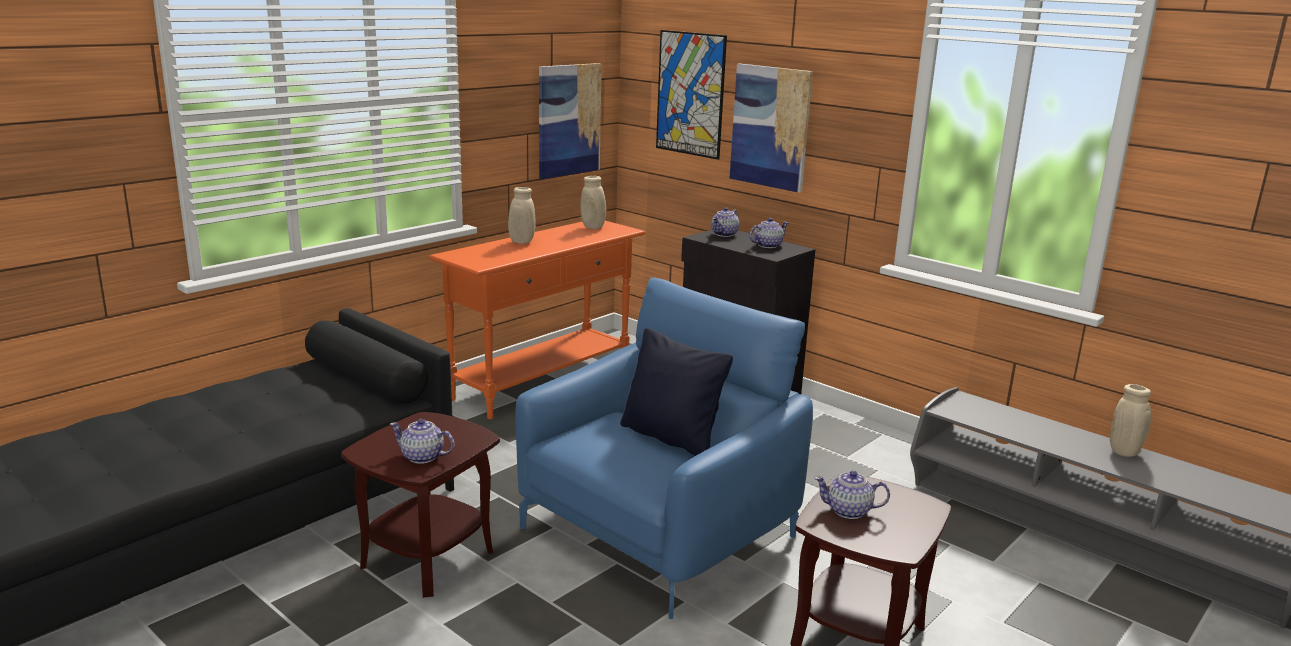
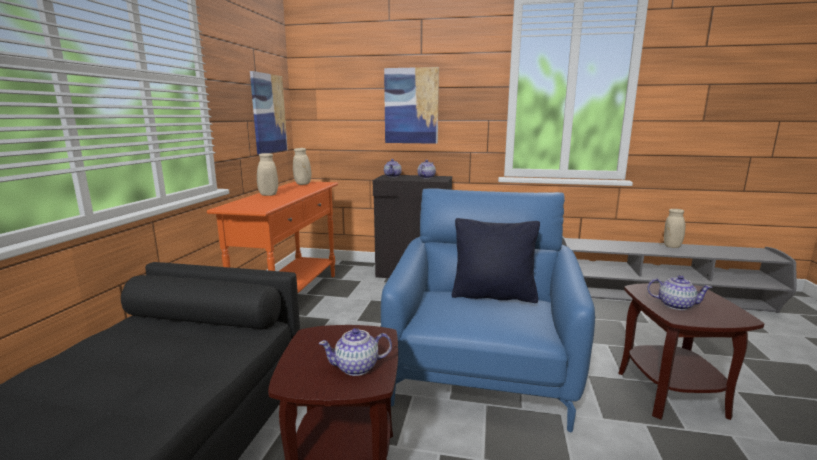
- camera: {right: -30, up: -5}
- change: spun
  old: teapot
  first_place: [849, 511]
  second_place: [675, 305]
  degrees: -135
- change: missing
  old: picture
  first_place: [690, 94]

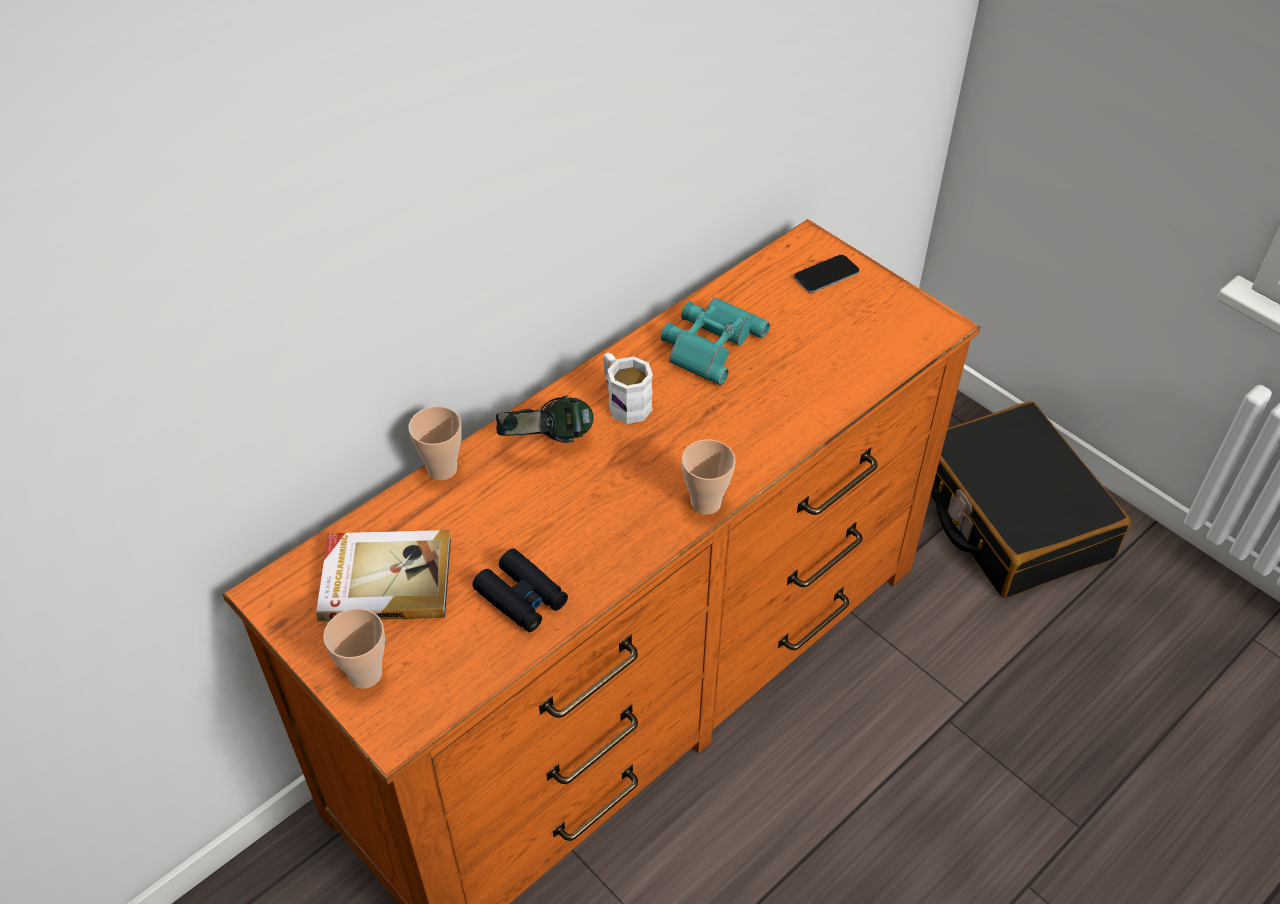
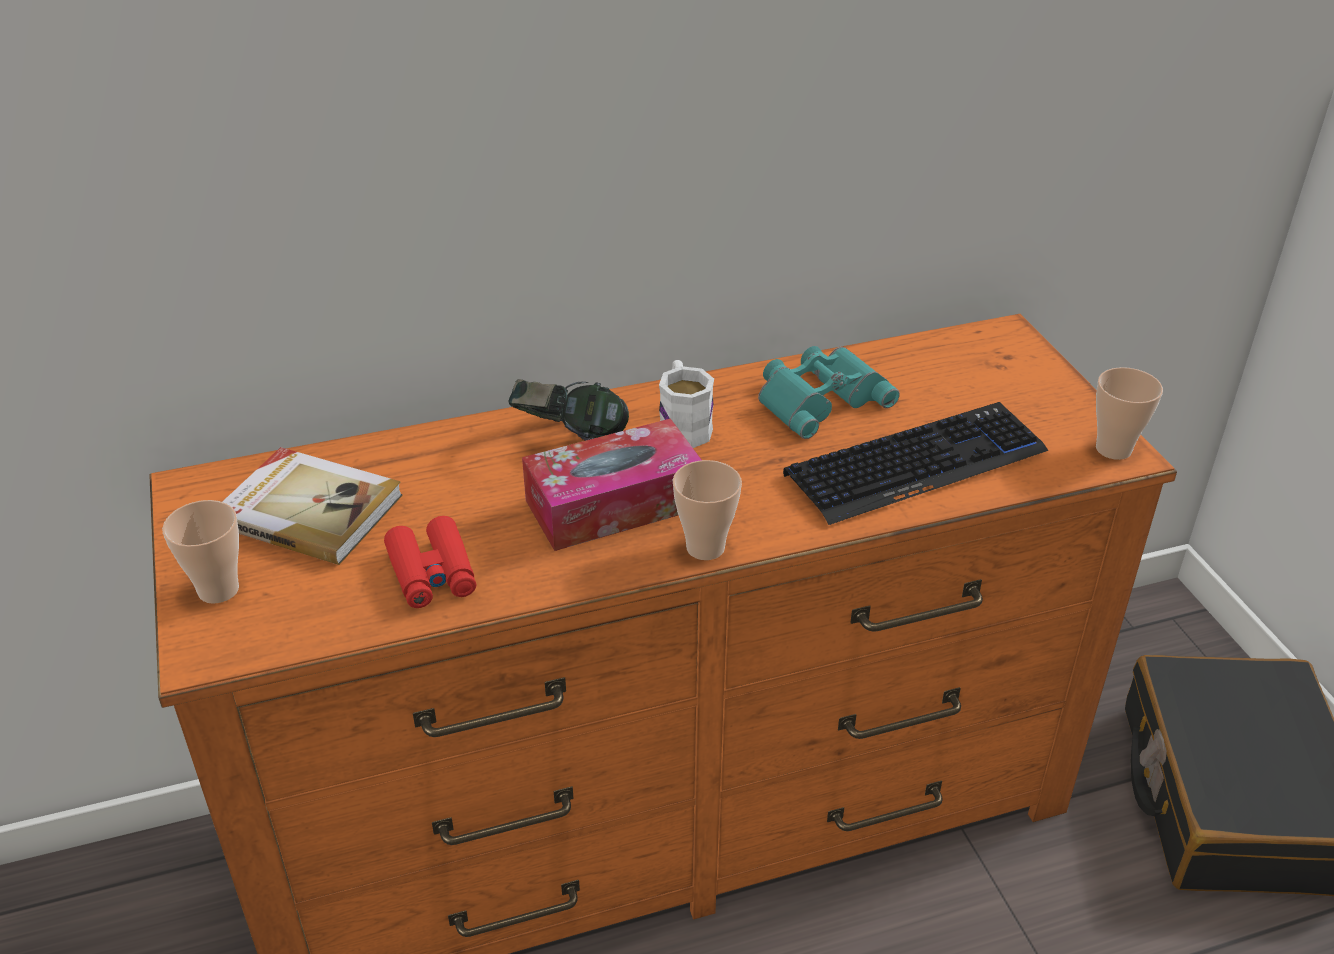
- camera: {right: 25, up: -10}
- change: colour
  old: black binoculars
  new: red binoculars
  first_place: [521, 598]
  second_place: [432, 573]
- change: appeared
  new: tissue box
  second_place: [614, 504]
- change: appeared
  new: keyboard
  second_place: [916, 464]
- change: relocated
  old: cup
  first_place: [442, 469]
  second_place: [1113, 449]
- change: missing
  old: phone
  first_place: [826, 275]

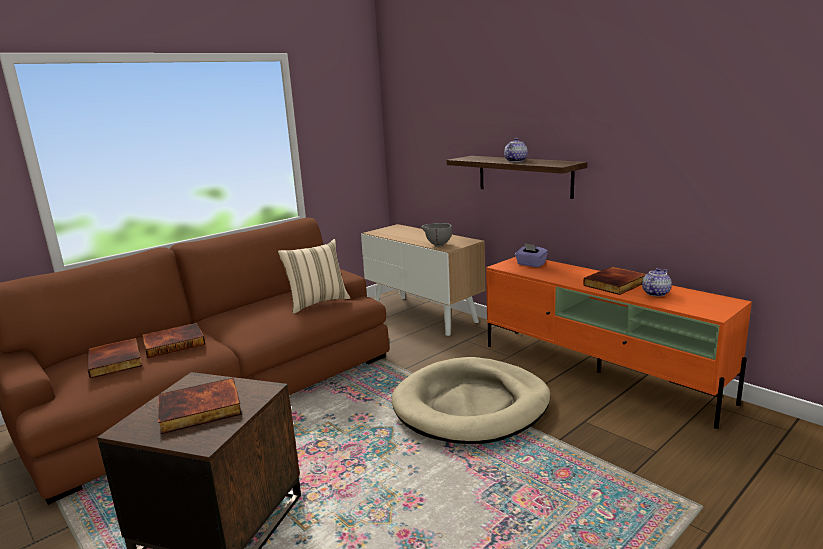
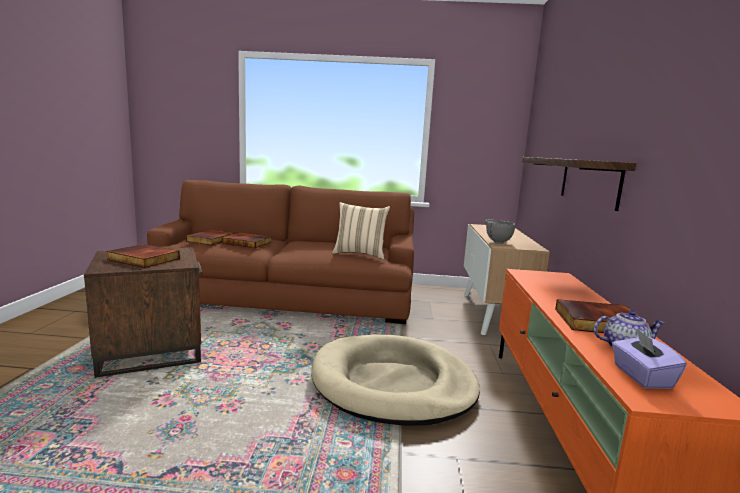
- camera: {right: 45, up: -5}
- change: relocated
  old: purple tissue box
  first_place: [530, 264]
  second_place: [641, 377]
- change: missing
  old: teapot
  first_place: [515, 161]

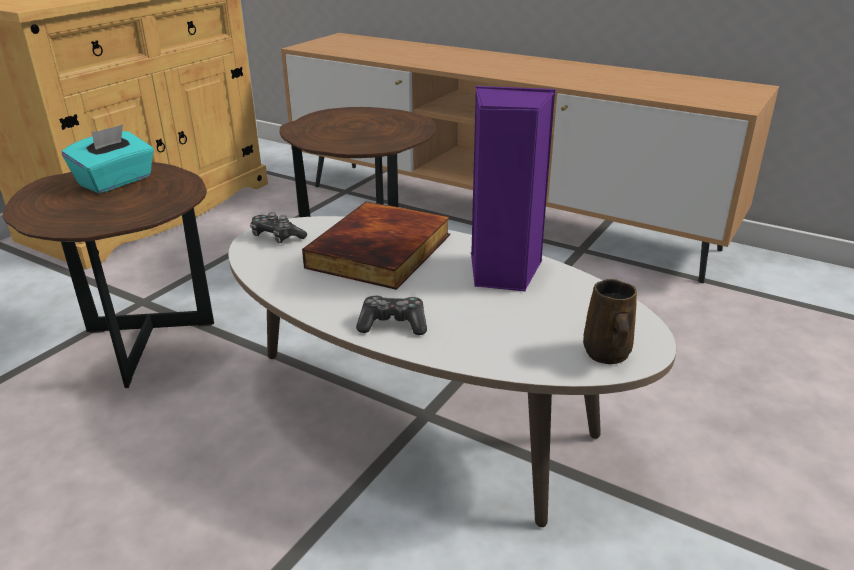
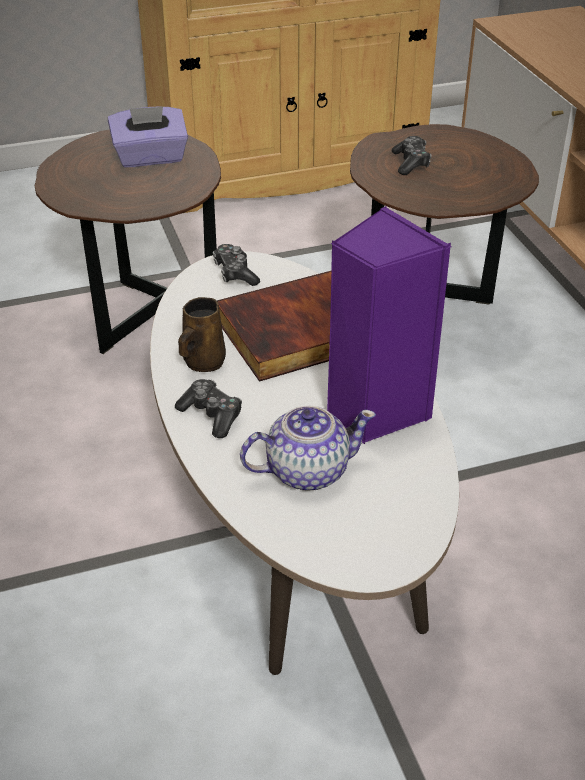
- camera: {right: 40, up: 10}
- change: colour
  old: turquoise tissue box
  new: purple tissue box
  first_place: [116, 182]
  second_place: [150, 158]
- change: relocated
  old: brown mug
  first_place: [607, 354]
  second_place: [202, 362]
- change: appeared
  new: teapot
  second_place: [306, 471]
- change: appeared
  new: game controller
  second_place: [411, 163]

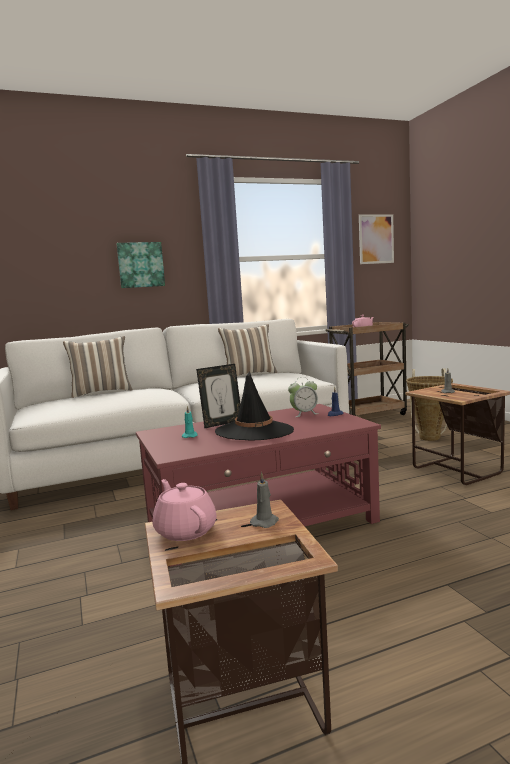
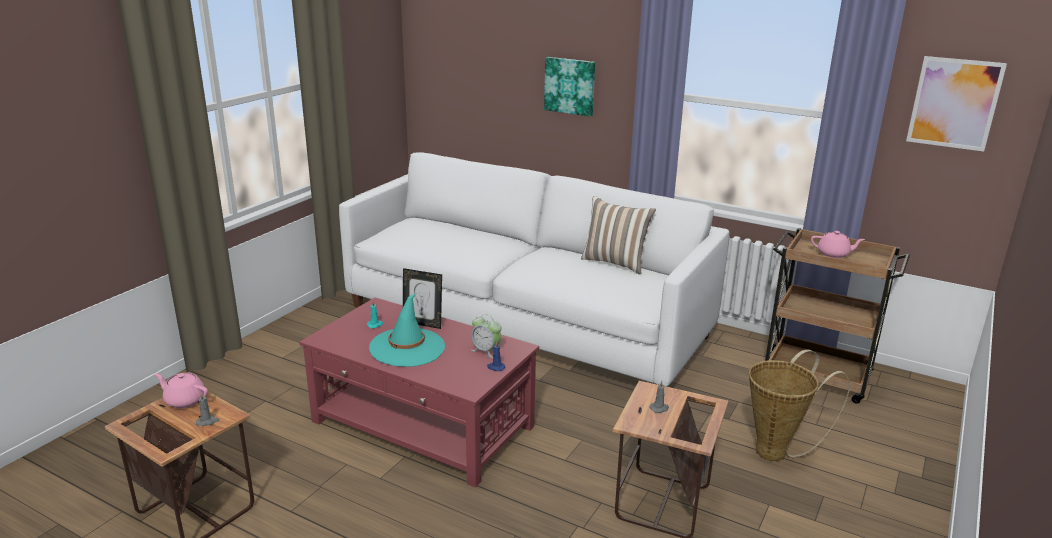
- camera: {right: 50, up: 15}
- change: spun
  old: pink teapot
  first_place: [185, 530]
  second_place: [184, 400]
  degrees: -90
- change: colour
  old: black hat
  new: turquoise hat
  first_place: [254, 431]
  second_place: [407, 347]
- change: missing
  old: pillow
  first_place: [101, 392]

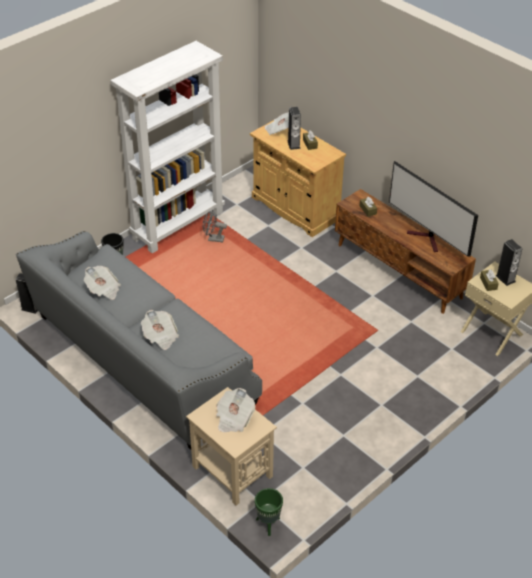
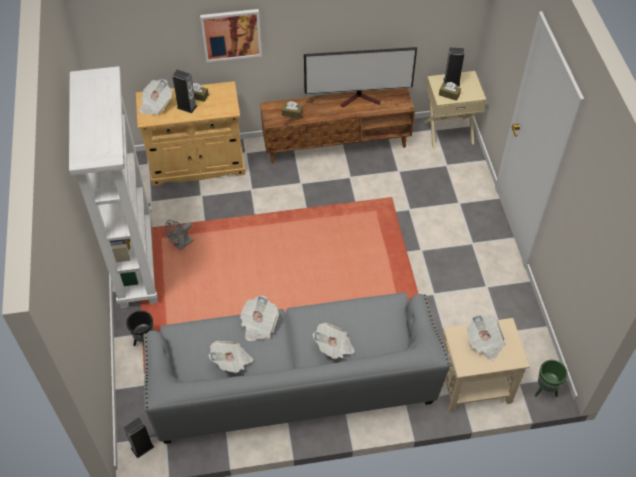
- camera: {right: -55, up: 10}
- change: appeared
  new: picture
  second_place: [231, 34]
- change: appeared
  new: newspaper
  second_place: [258, 325]

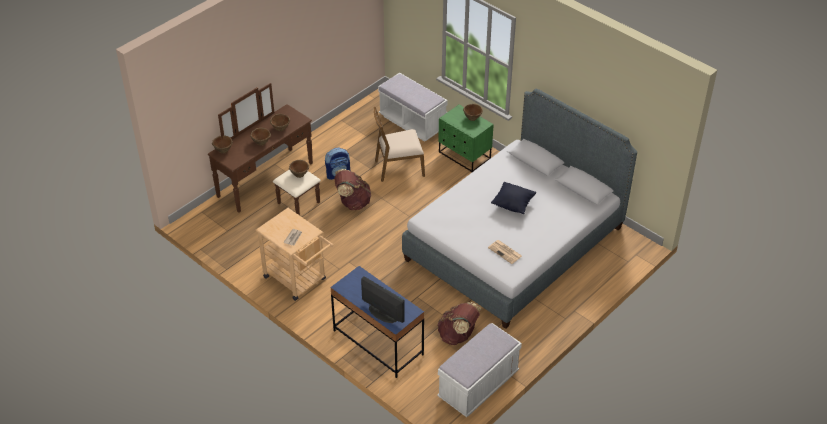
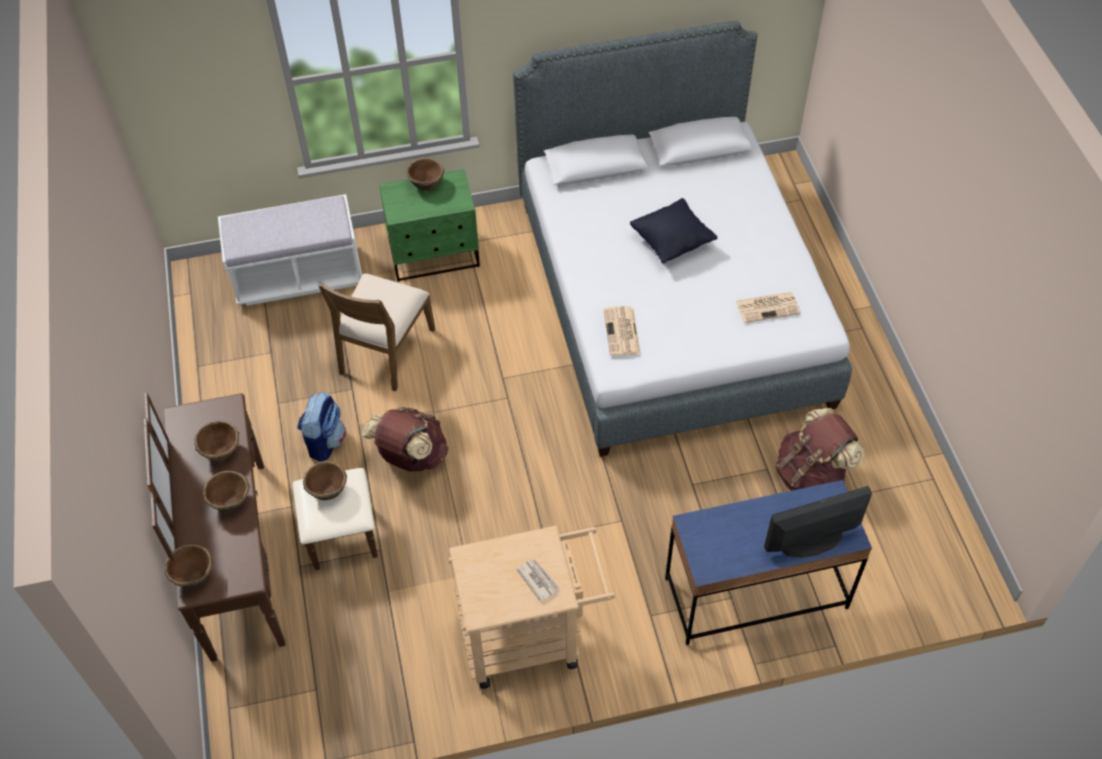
- camera: {right: -55, up: 10}
- change: appeared
  new: newspaper
  second_place: [622, 332]
- change: missing
  old: white bench
  first_place: [478, 386]

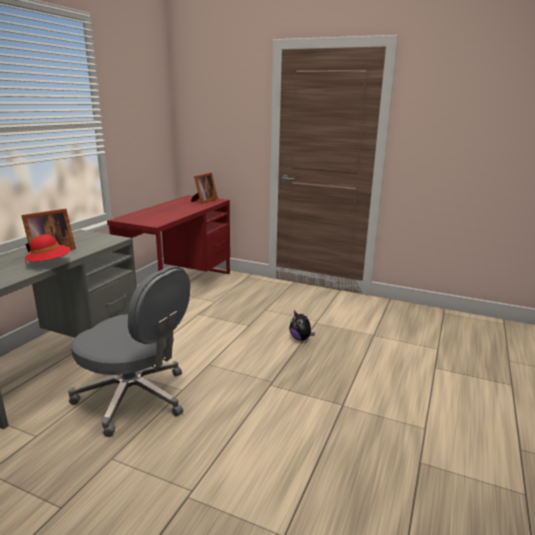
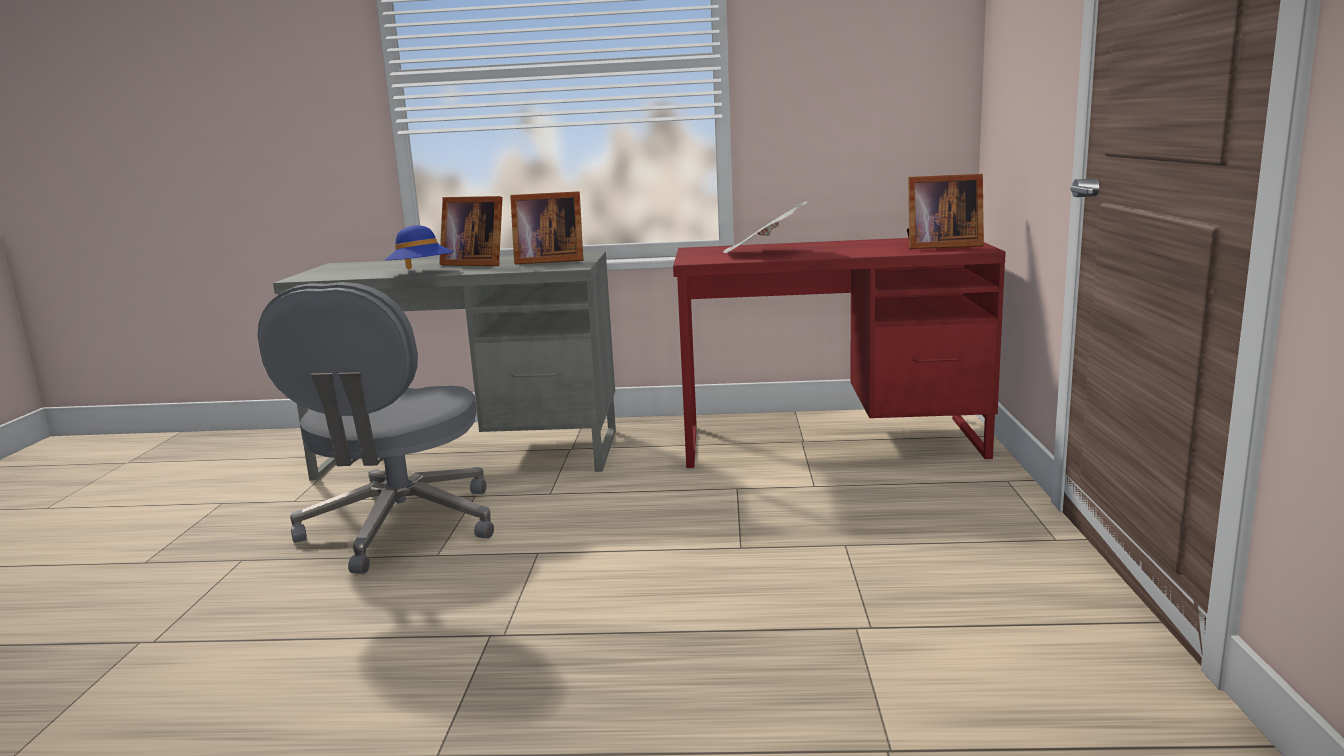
- camera: {right: 70, up: -5}
- change: colour
  old: red hat
  new: blue hat
  first_place: [49, 263]
  second_place: [421, 272]
- change: appeared
  new: picture frame
  second_place: [547, 261]
- change: appeared
  new: newspaper
  second_place: [762, 253]
- change: missing
  old: plush toy
  first_place: [300, 339]

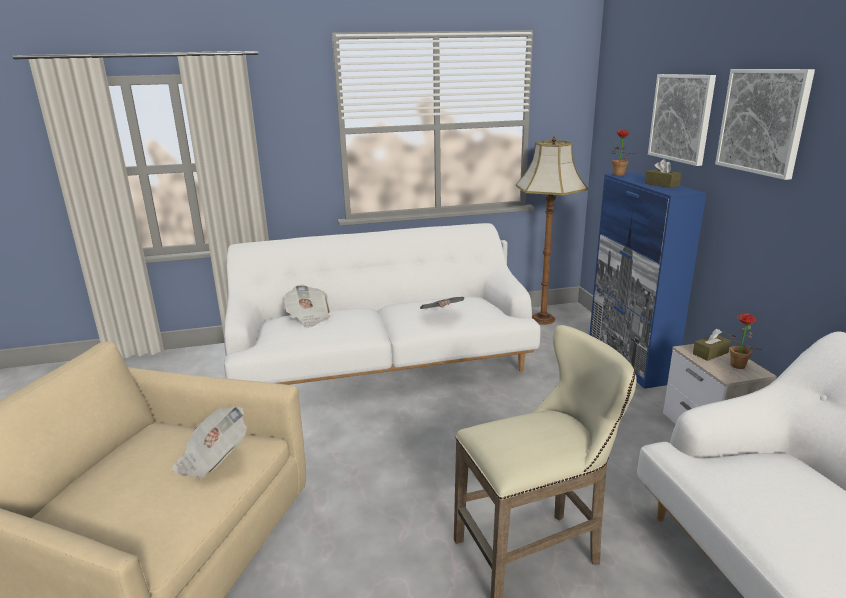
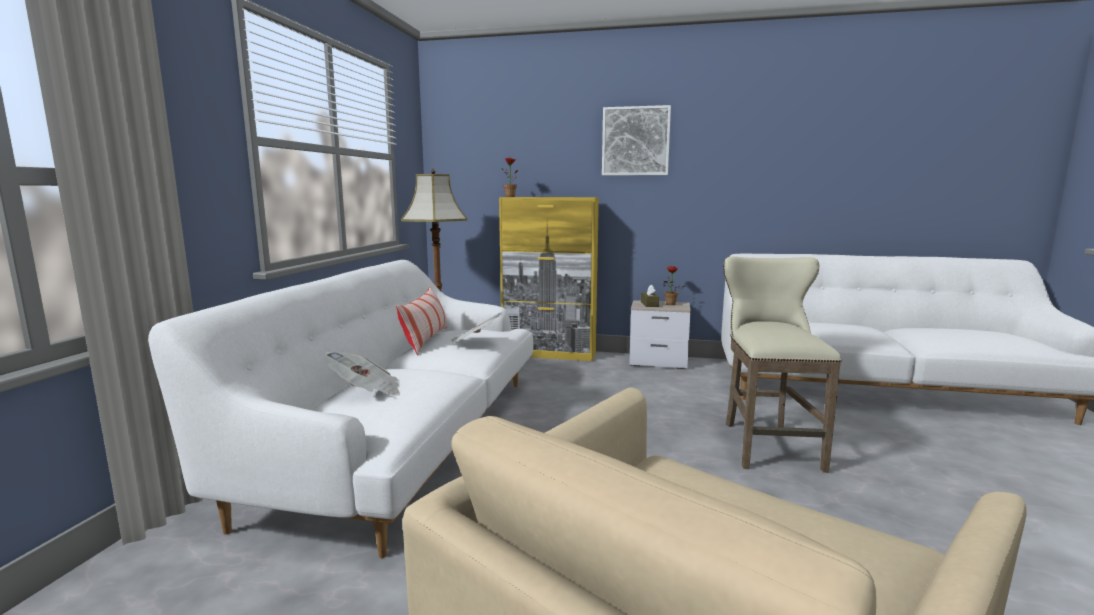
- camera: {right: -65, up: -10}
- change: appeared
  new: pillow
  second_place: [426, 340]
- change: colour
  old: blue cabinet
  new: yellow cabinet
  first_place: [629, 360]
  second_place: [549, 354]
- change: missing
  old: newspaper
  first_place: [212, 459]
- change: missing
  old: brown tissue box
  first_place: [661, 184]
- change: missing
  old: picture
  first_place: [681, 118]

